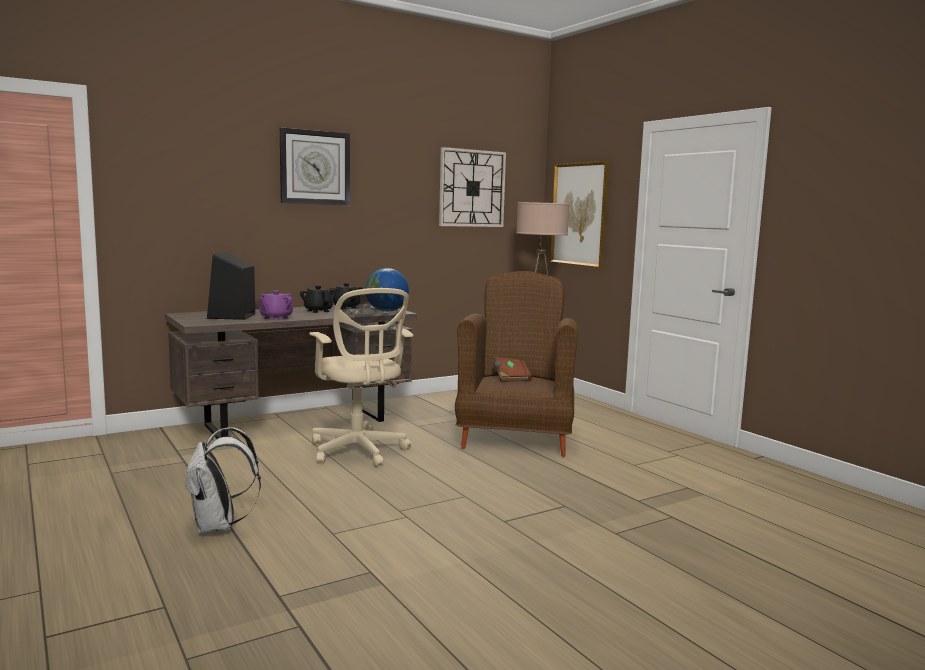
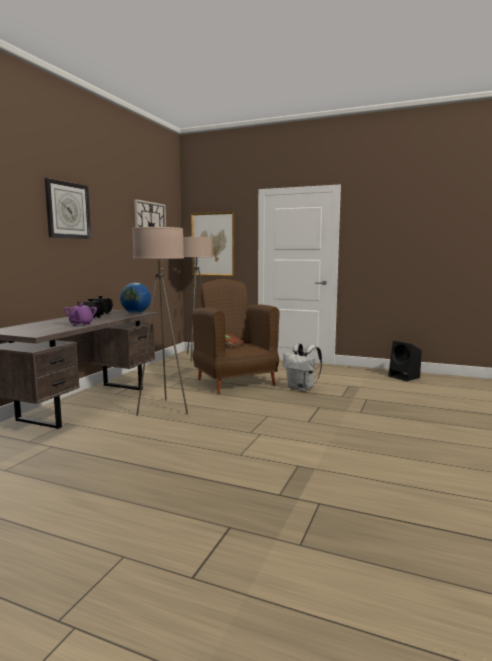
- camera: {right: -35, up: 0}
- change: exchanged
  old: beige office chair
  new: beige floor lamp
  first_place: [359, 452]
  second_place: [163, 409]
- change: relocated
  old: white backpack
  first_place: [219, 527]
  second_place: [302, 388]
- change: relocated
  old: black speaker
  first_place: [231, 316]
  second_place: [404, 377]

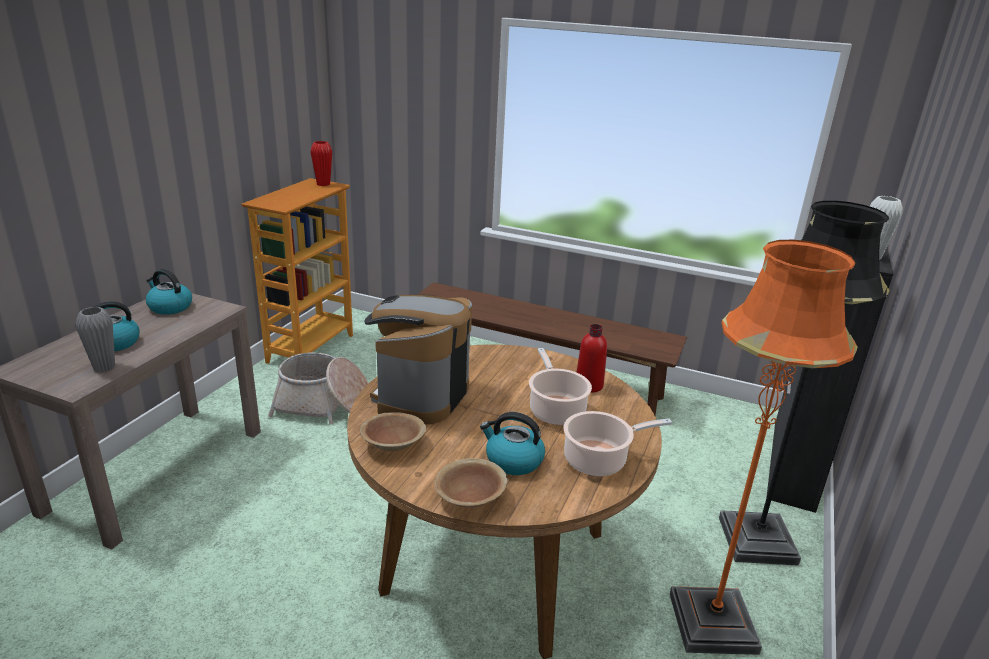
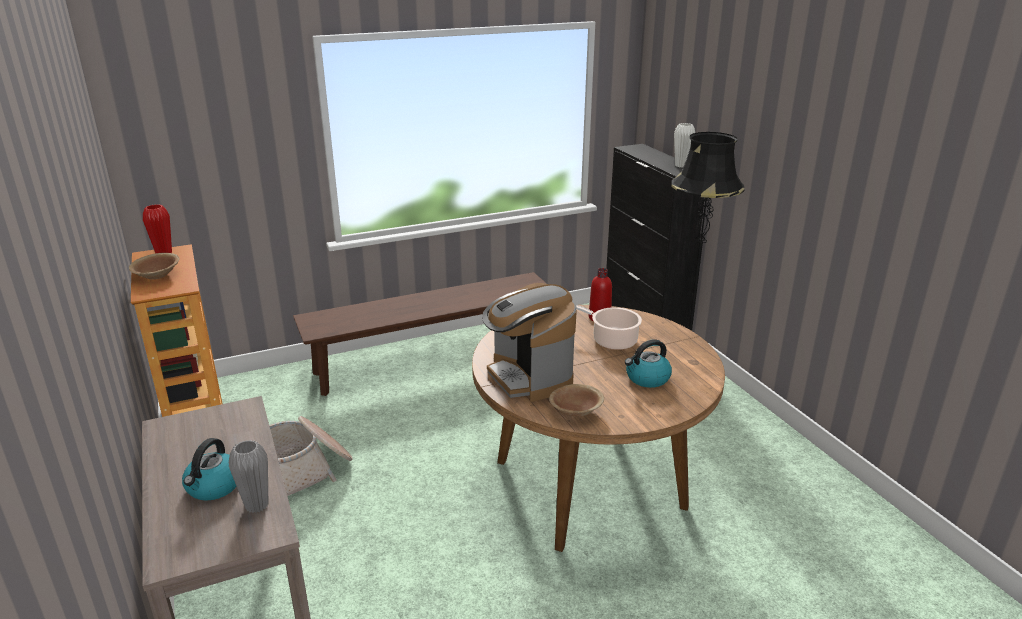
- camera: {right: -45, up: 0}
- change: relocated
  old: brown bowl
  first_place: [470, 497]
  second_place: [157, 275]
- change: missing
  old: kettle
  first_place: [169, 307]
- change: missing
  old: cooking pot
  first_place: [599, 460]
- change: missing
  old: orange floor lamp
  first_place: [712, 623]

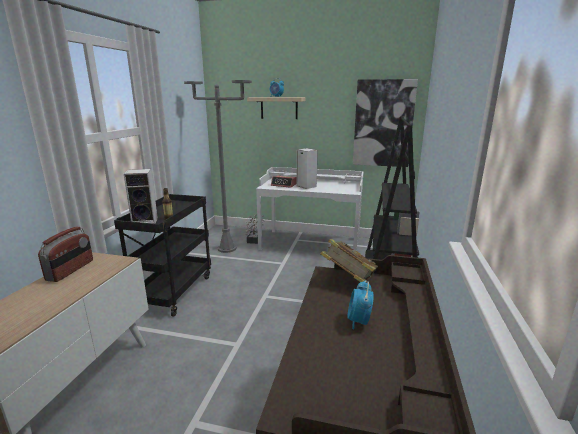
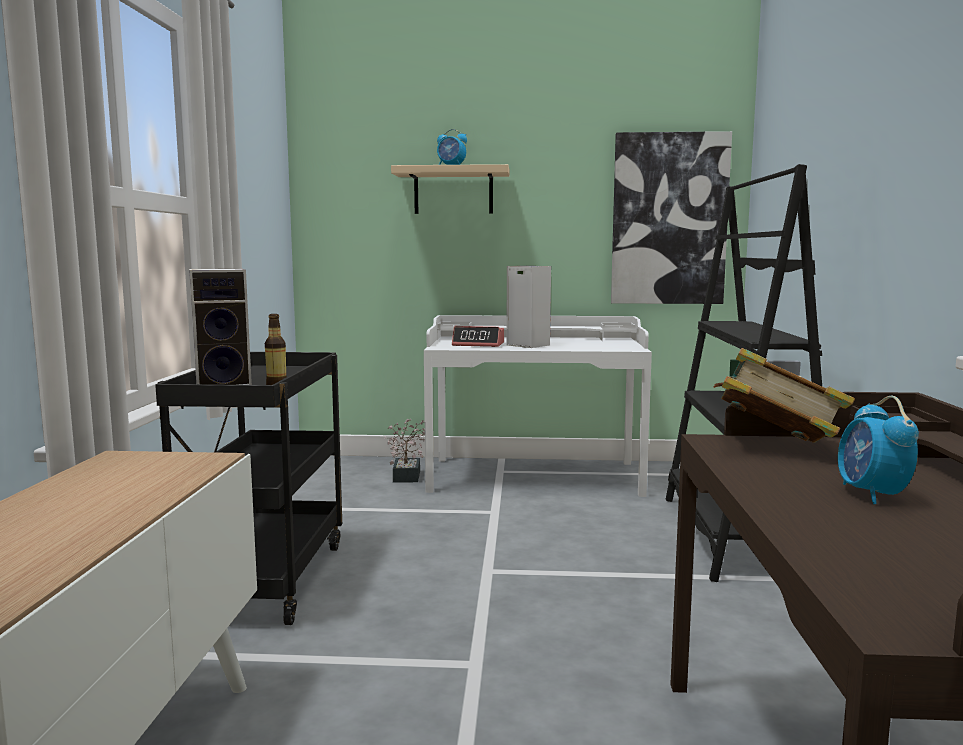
- camera: {right: -10, up: -10}
- change: missing
  old: radio
  first_place: [71, 270]
- change: missing
  old: grey floor lamp
  first_place: [226, 248]

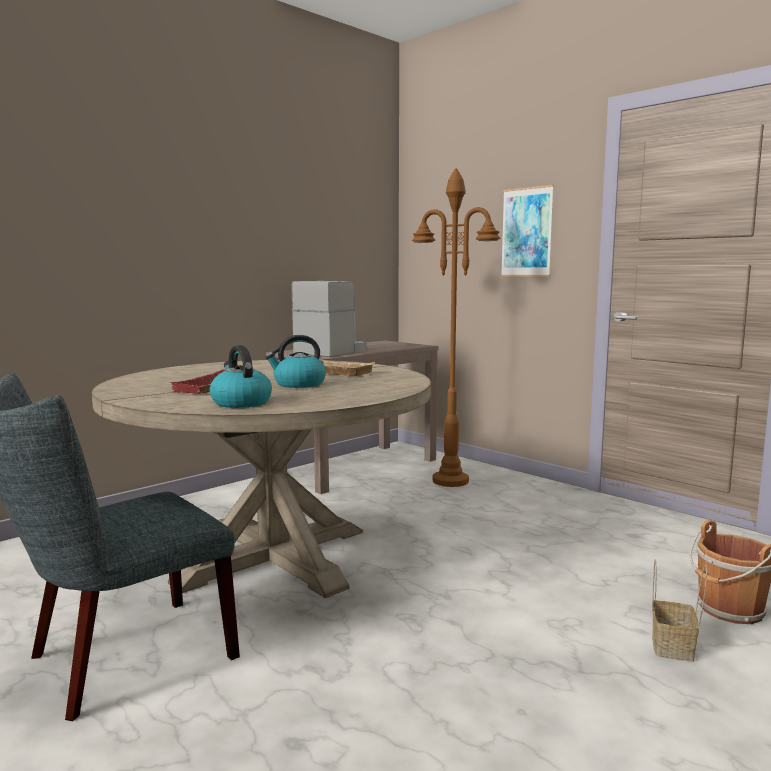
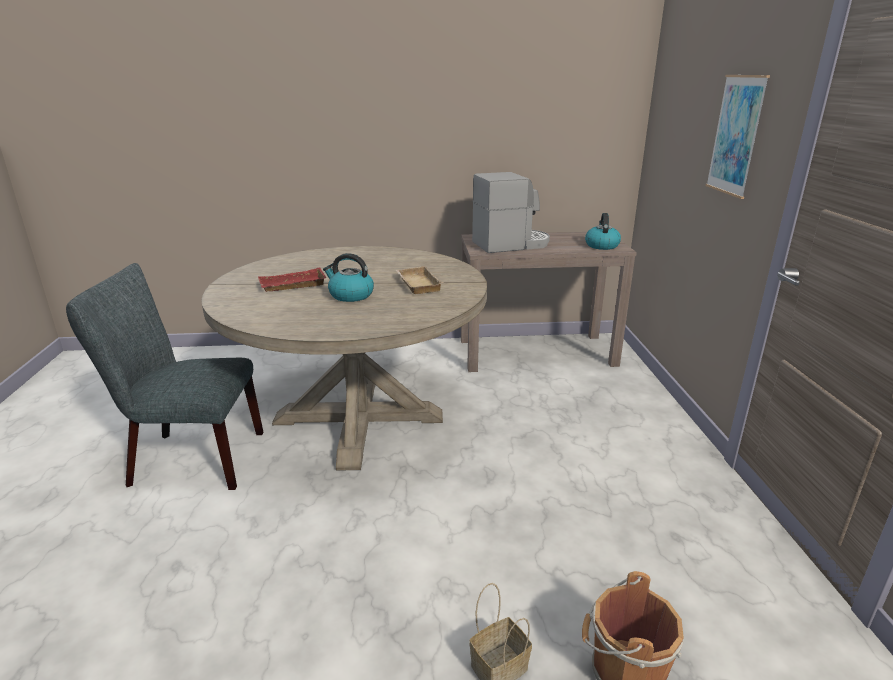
- camera: {right: 40, up: 15}
- change: relocated
  old: kettle
  first_place: [240, 403]
  second_place: [601, 245]
- change: missing
  old: brown floor lamp
  first_place: [451, 481]

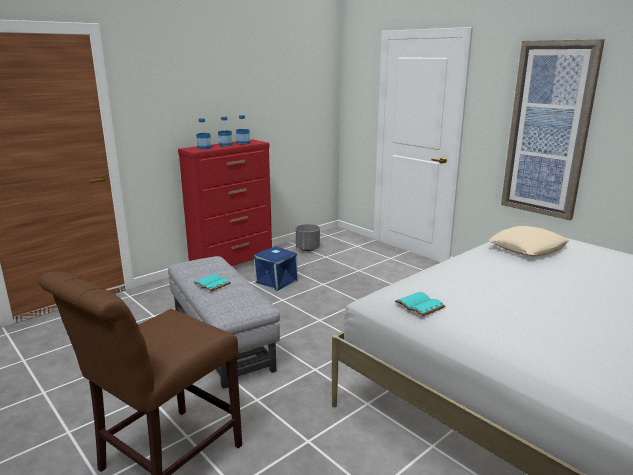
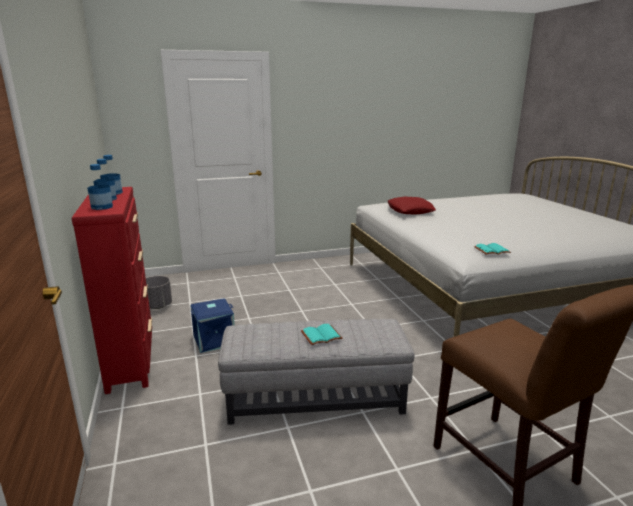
- camera: {right: -65, up: 0}
- change: colour
  old: beige pillow
  new: red pillow
  first_place: [527, 248]
  second_place: [410, 210]
- change: missing
  old: picture
  first_place: [548, 130]

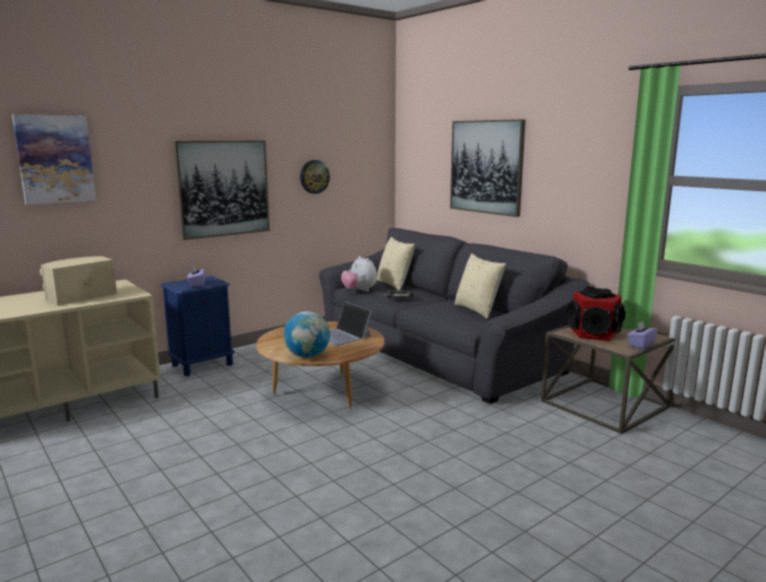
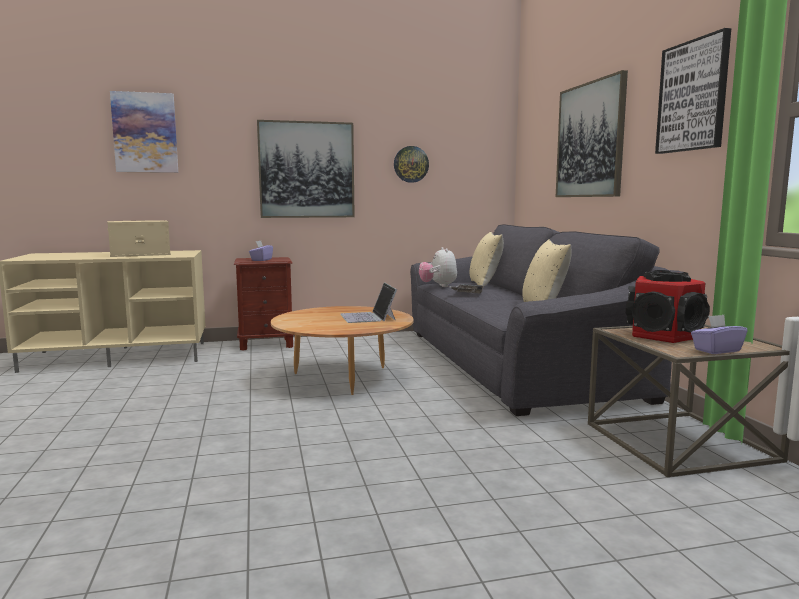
- camera: {right: 25, up: -5}
- change: colour
  old: blue nightstand
  new: brown nightstand
  first_place: [202, 364]
  second_place: [266, 344]
- change: appeared
  new: picture
  second_place: [693, 96]
- change: missing
  old: globe
  first_place: [307, 356]

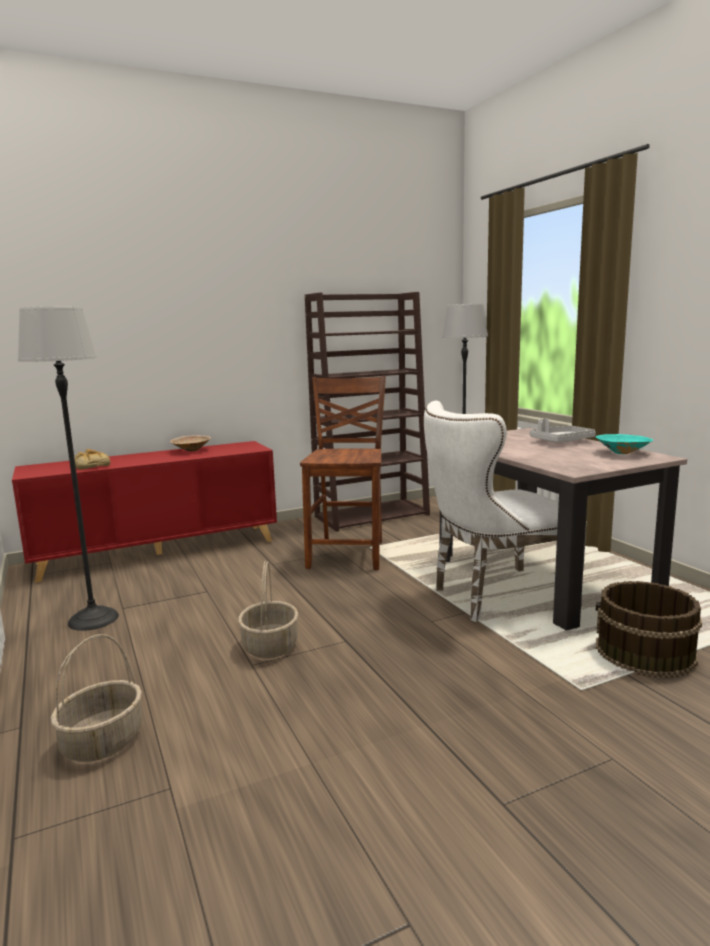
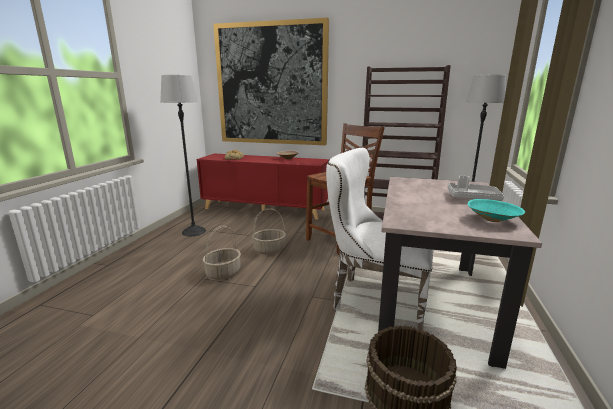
- camera: {right: 40, up: 5}
- change: appeared
  new: picture
  second_place: [272, 85]
- change: relocated
  old: basket
  first_place: [102, 742]
  second_place: [269, 250]

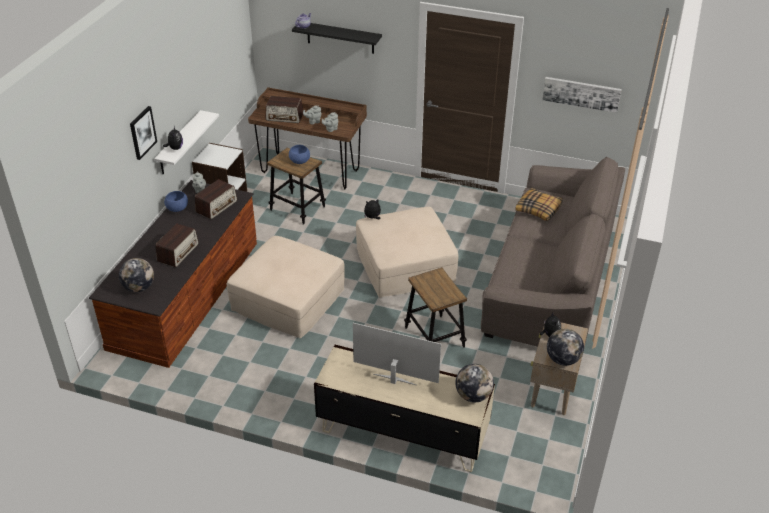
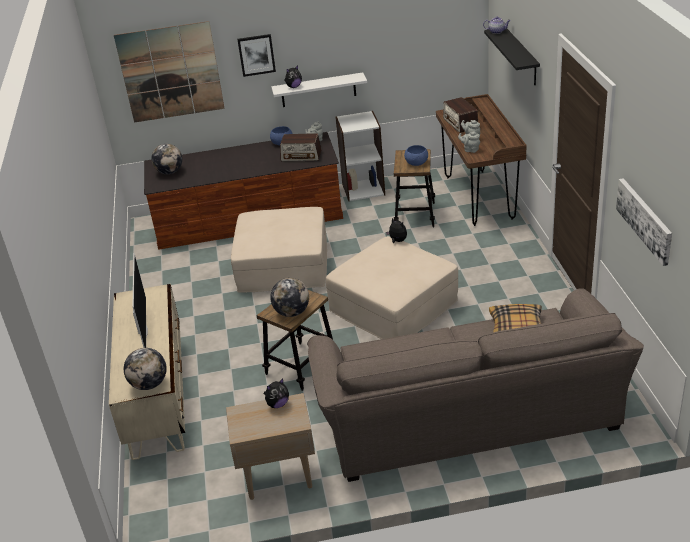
- camera: {right: 65, up: -5}
- change: appeared
  new: picture
  second_place: [170, 72]
- change: relocated
  old: globe
  first_place: [562, 359]
  second_place: [292, 312]
- change: missing
  old: radio
  first_place: [178, 252]

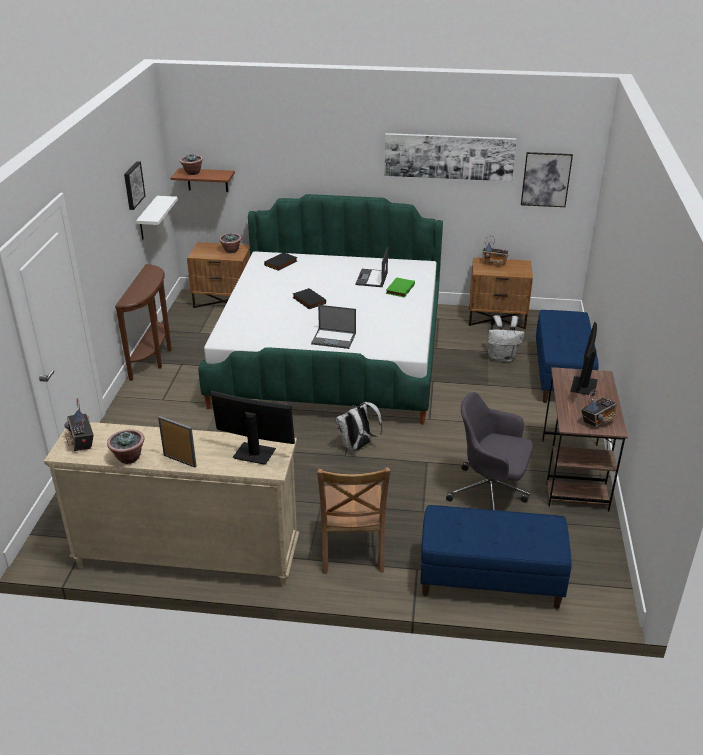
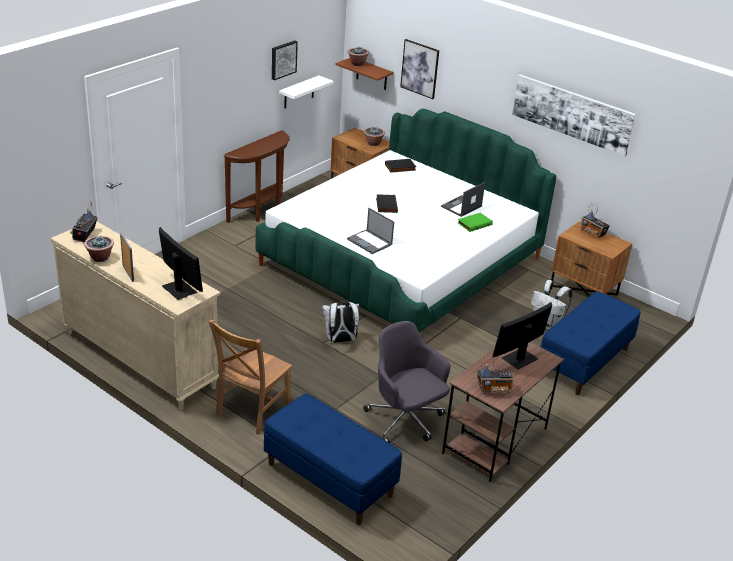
- camera: {right: 30, up: 0}
- change: relocated
  old: picture
  first_place: [546, 179]
  second_place: [420, 68]

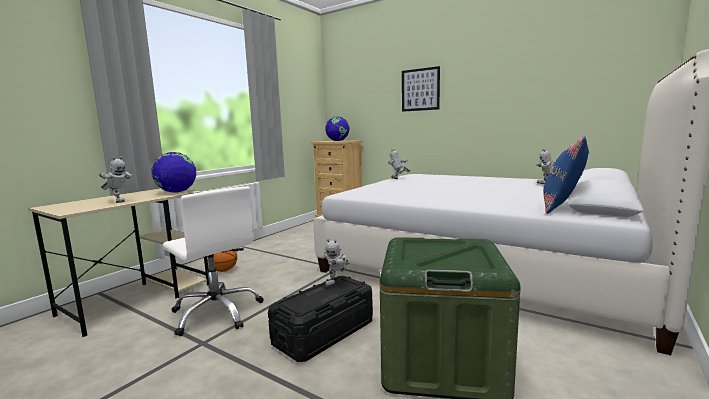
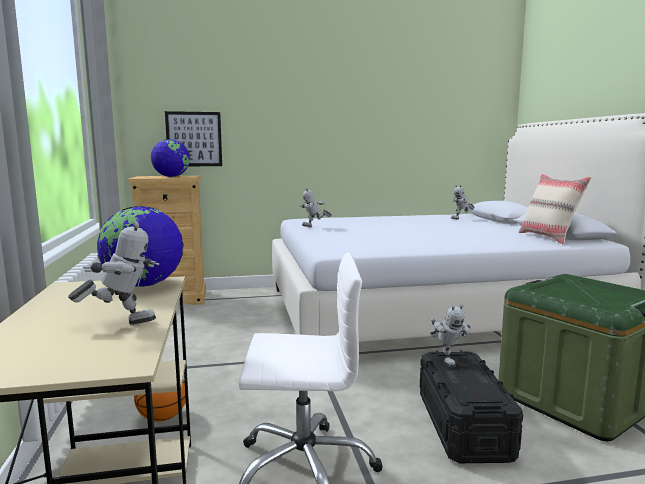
- camera: {right: -45, up: 0}
- change: relocated
  old: picture
  first_place: [420, 89]
  second_place: [194, 139]
- change: colour
  old: blue pillow
  new: beige pillow
  first_place: [563, 207]
  second_place: [549, 237]

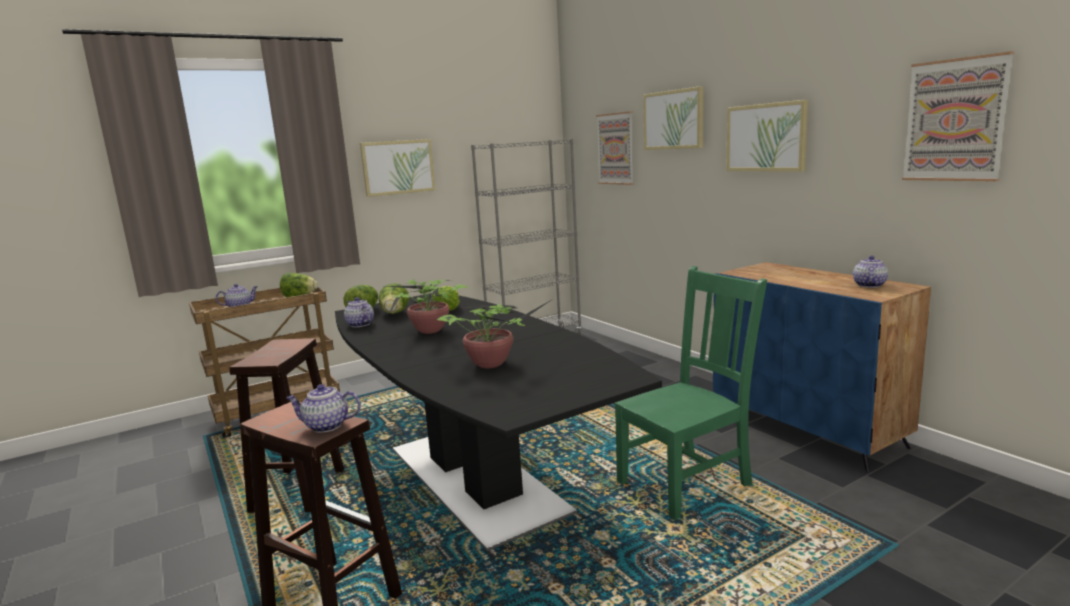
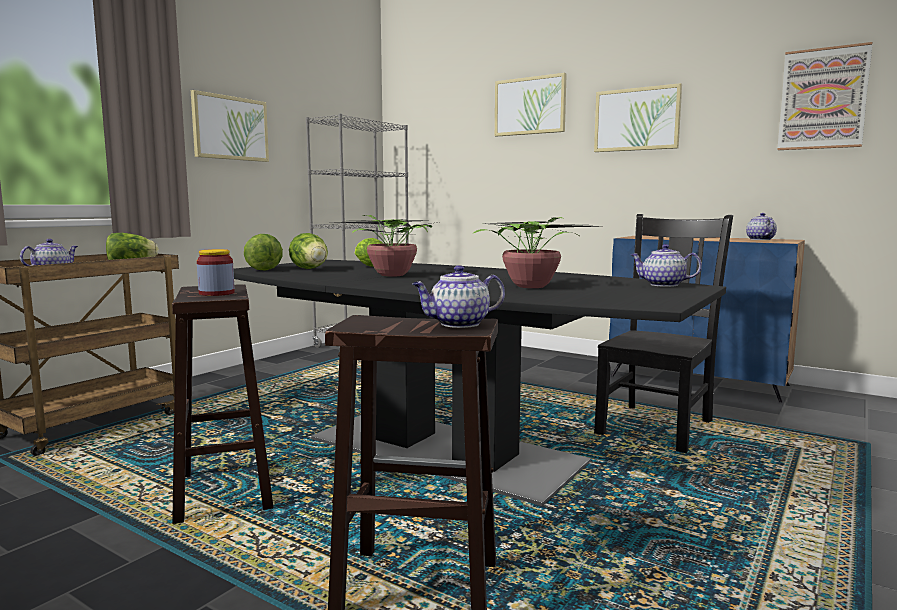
- camera: {right: -25, up: -5}
- change: appeared
  new: jar
  second_place: [216, 293]
- change: colour
  old: green chair
  new: black chair
  first_place: [687, 482]
  second_place: [656, 426]
- change: relocated
  old: teapot
  first_place: [359, 324]
  second_place: [662, 285]
- change: missing
  old: picture
  first_place: [615, 149]

